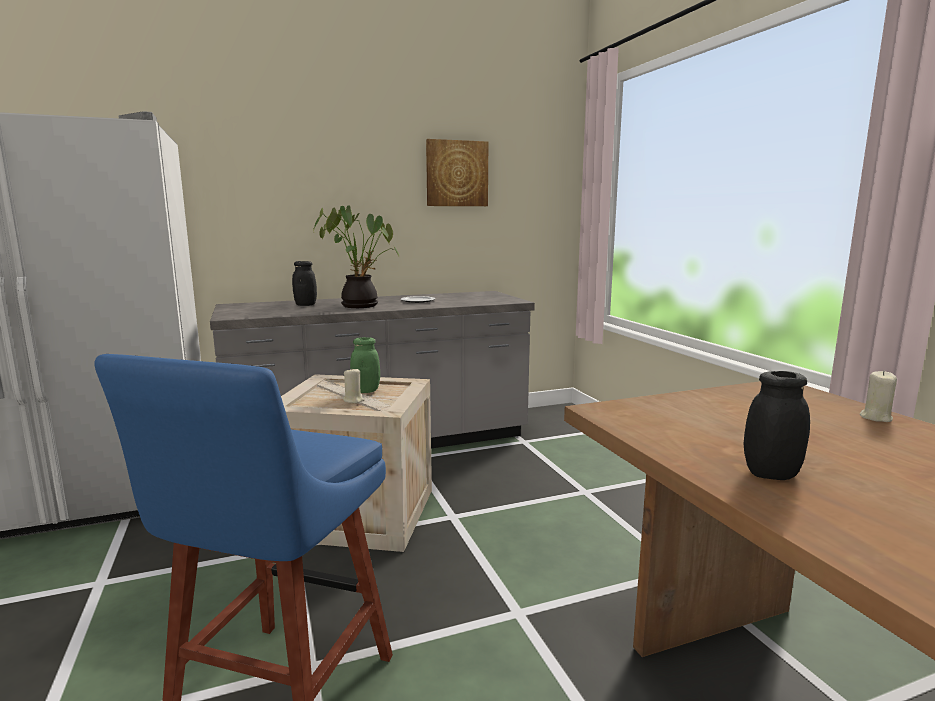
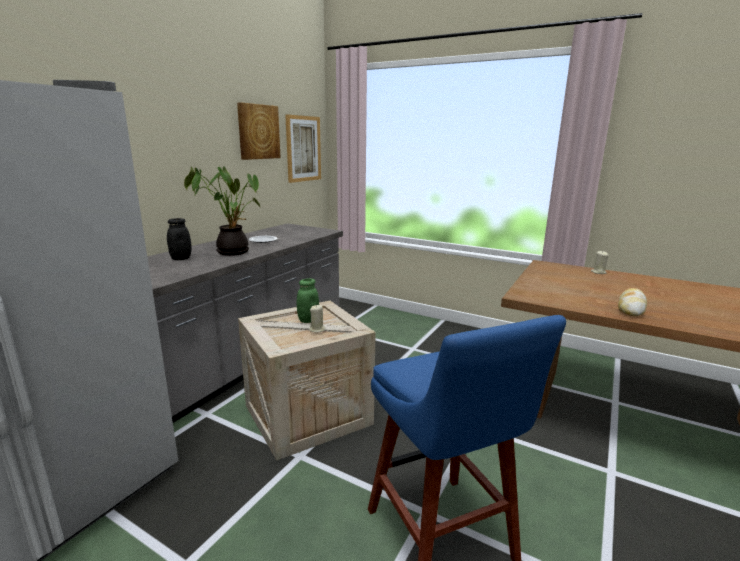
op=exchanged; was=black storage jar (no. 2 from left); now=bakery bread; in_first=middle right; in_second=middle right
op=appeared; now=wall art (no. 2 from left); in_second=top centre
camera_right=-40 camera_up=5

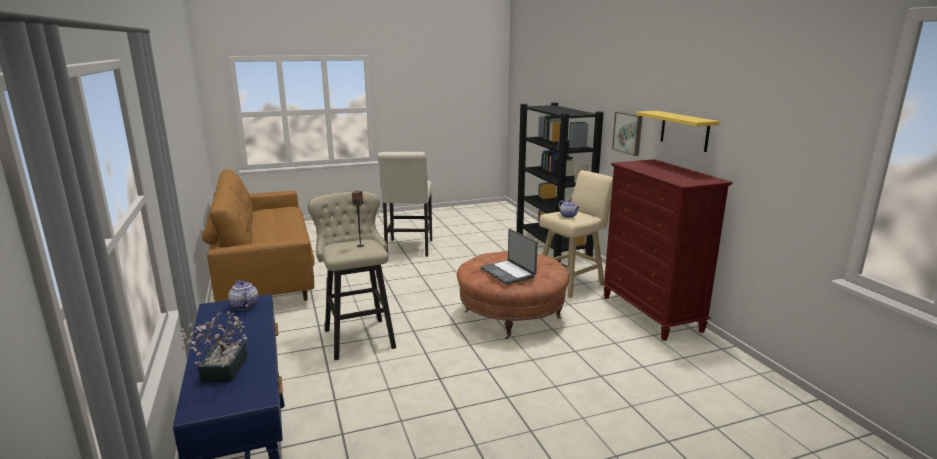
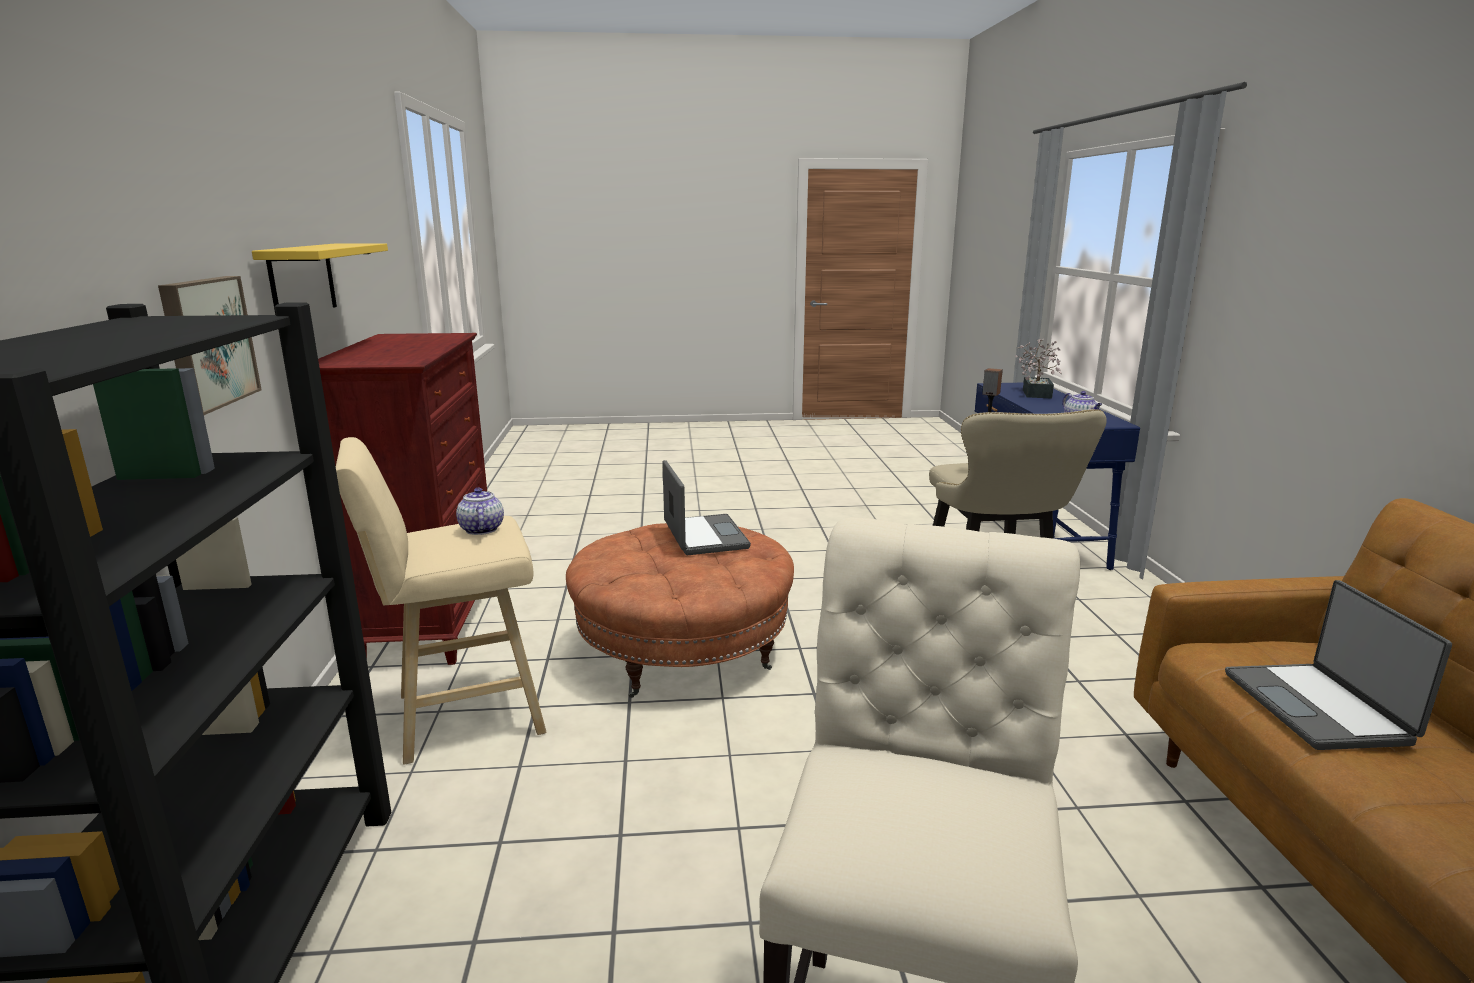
op=appeared; now=laptop (no. 2 from left); in_second=bottom right
camera_right=-165 camera_up=0

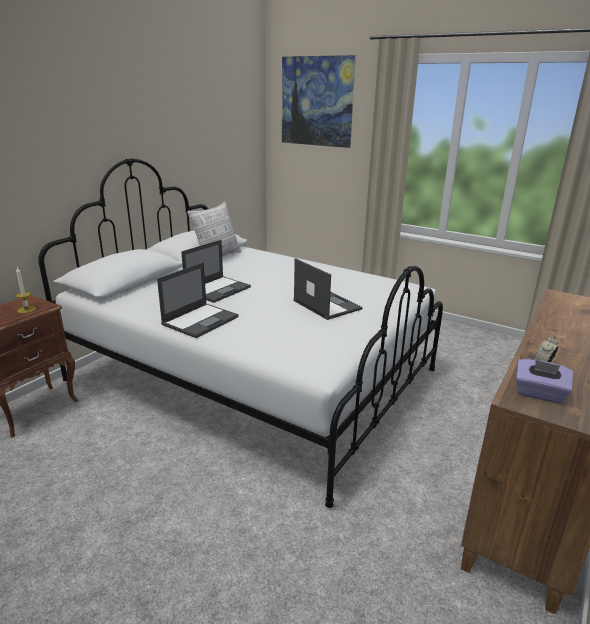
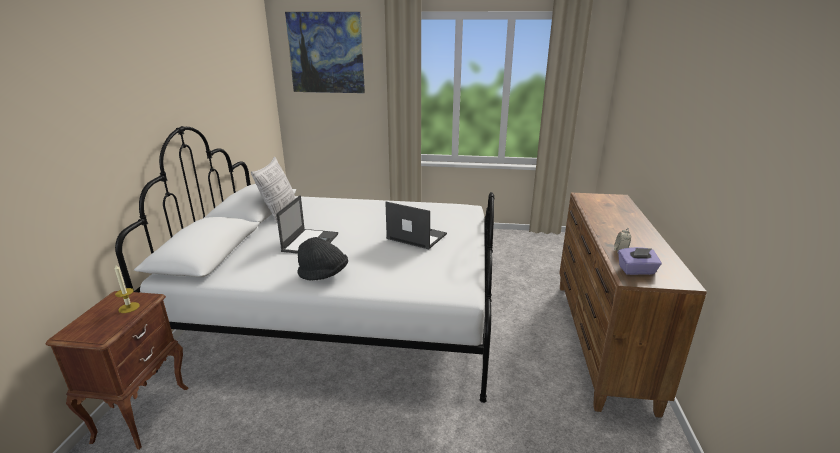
op=exchanged; was=laptop (no. 1 from left); now=black hat; in_first=centre; in_second=centre
camera_right=-25 camera_up=0

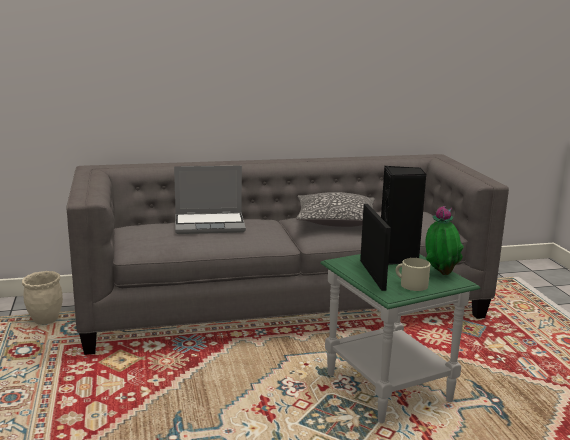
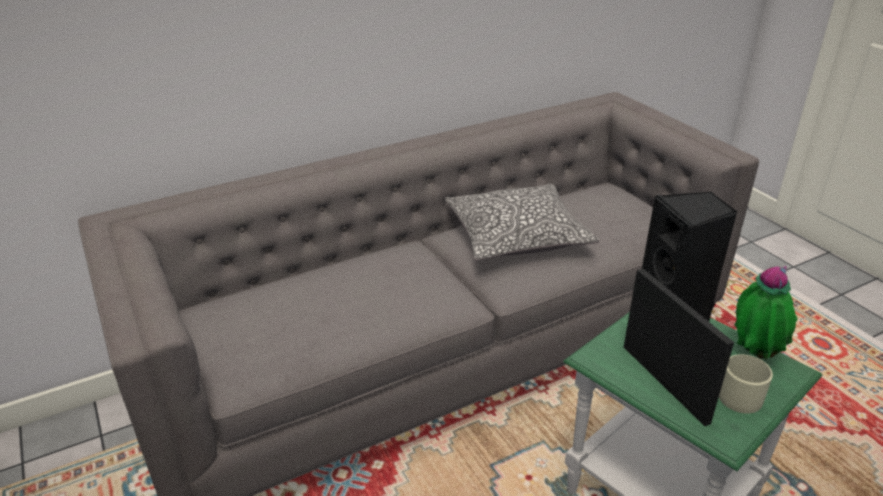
op=missing; was=sand-coloured flower pot; in_first=bottom left
op=missing; was=laptop; in_first=centre
camera_right=-15 camera_up=15

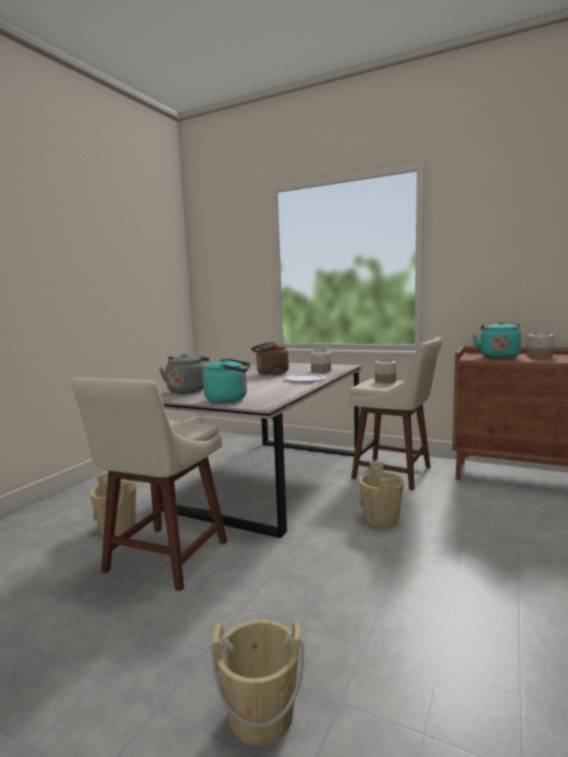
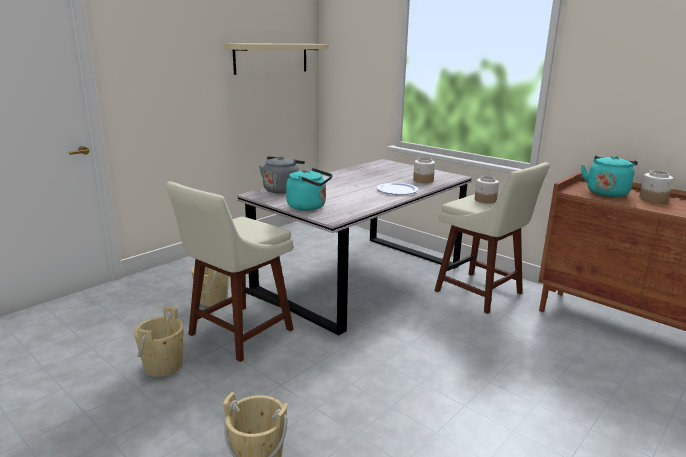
op=missing; was=brown-coloured kettle; in_first=centre
op=relocated; was=sand-coloured pail (no. 3 from left in the first image); now=sand-coloured pail (no. 1 from left); in_first=middle right; in_second=bottom left
op=appeared; now=sand-coloured shelf; in_second=top centre
camera_right=15 camera_up=10

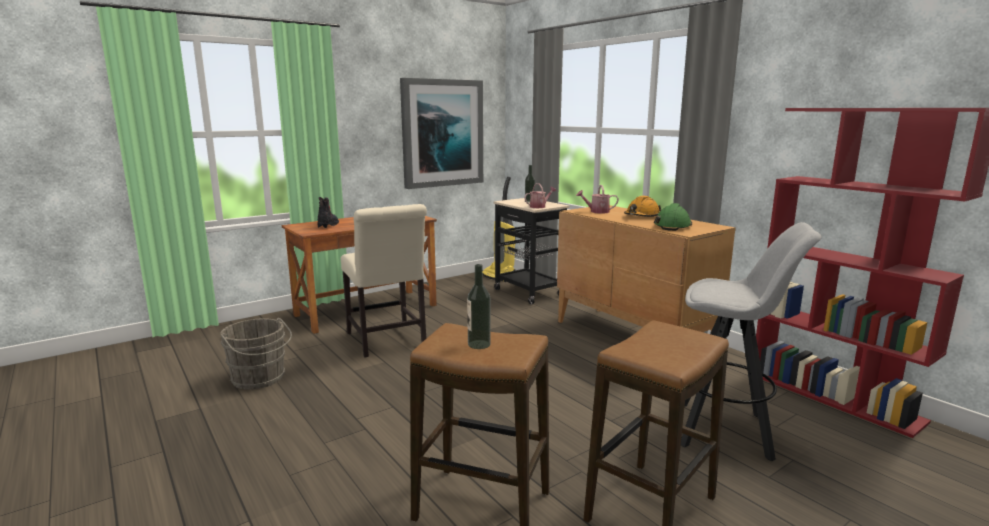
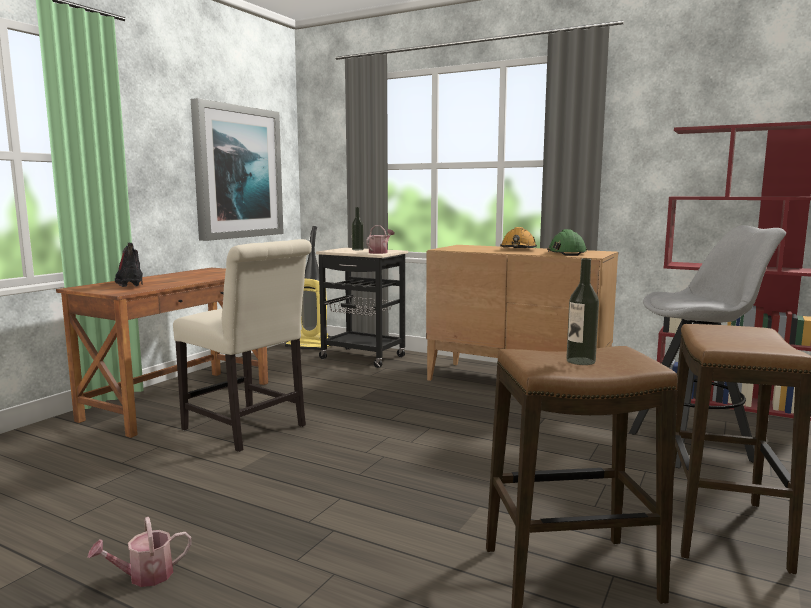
op=missing; was=grey pail; in_first=bottom left
op=relocated; was=watering pot (no. 2 from left in the first image); now=watering pot (no. 1 from left); in_first=centre; in_second=bottom left
camera_right=-25 camera_up=-5

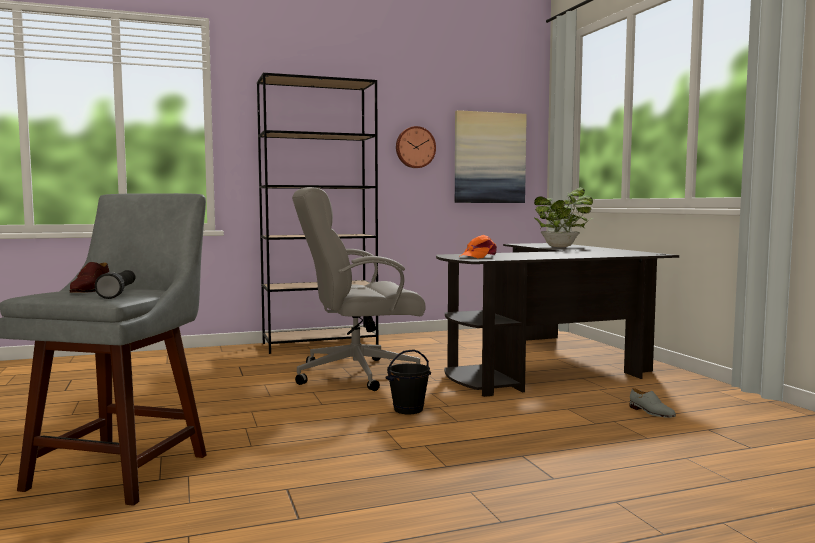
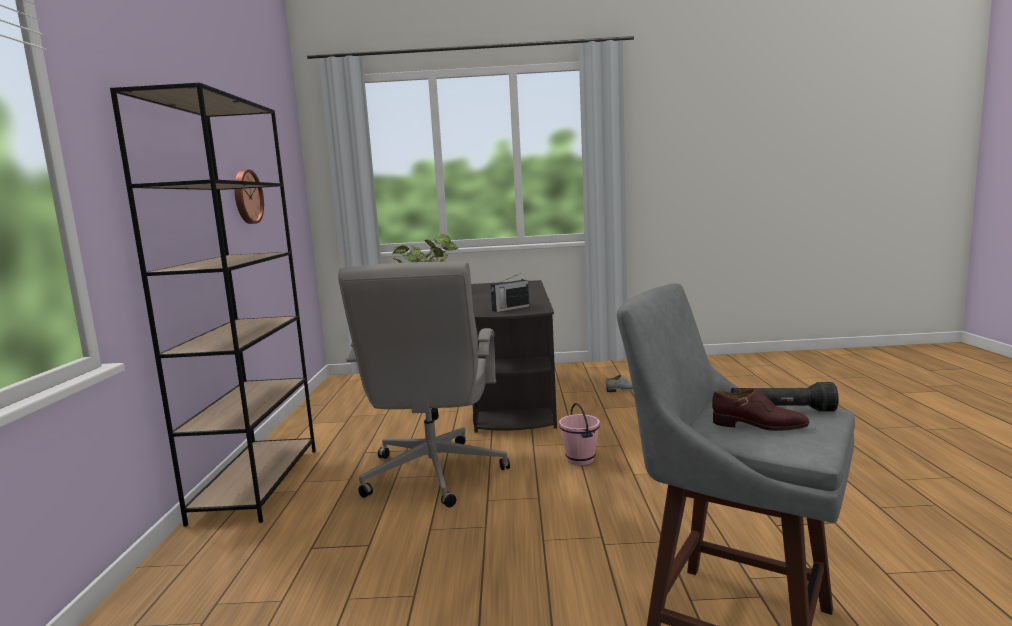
op=colour; was=black pail; now=pinkish pail; in_first=bottom centre; in_second=bottom centre
op=missing; was=wall art; in_first=top centre
op=exchanged; was=orange peaked cap; now=radio set; in_first=centre; in_second=centre
camera_right=-70 camera_up=5

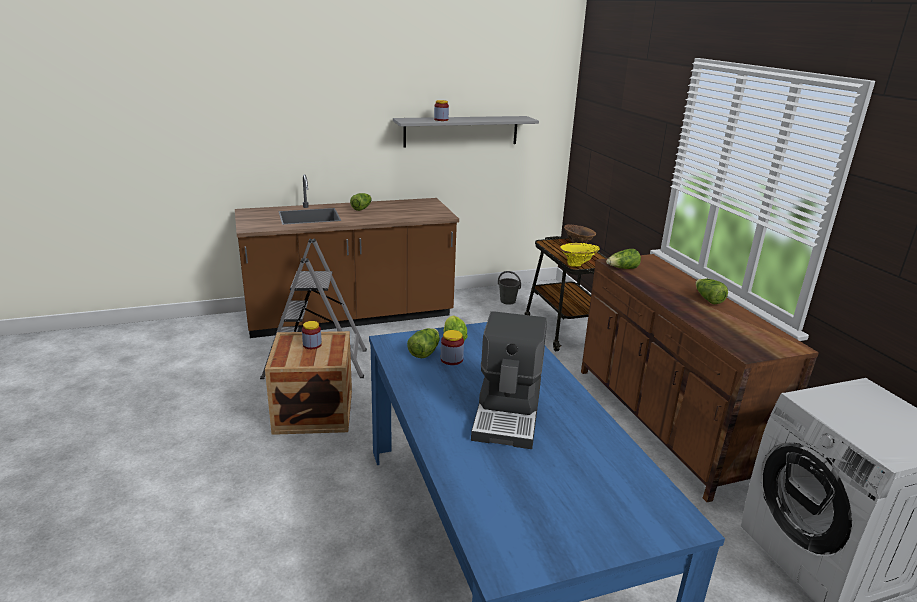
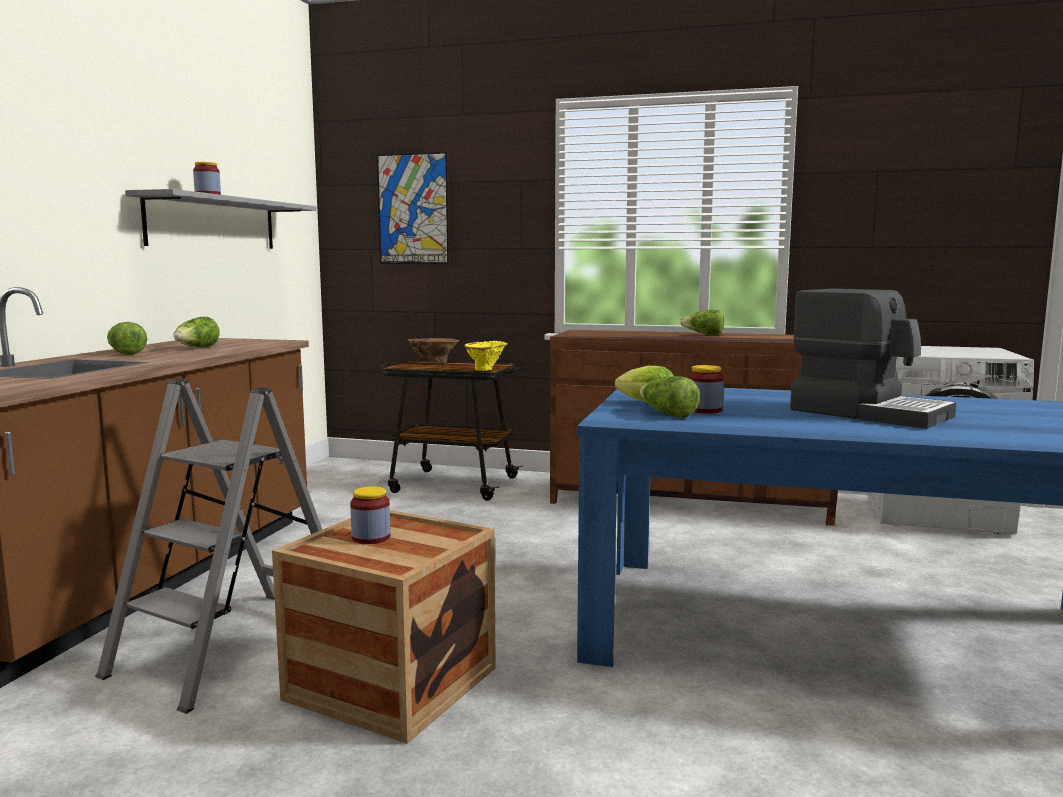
op=missing; was=grey pail; in_first=centre
op=relocated; was=lettuce head (no. 4 from left in the first image); now=lettuce head (no. 2 from left); in_first=middle right; in_second=middle left
op=appeared; now=wall art; in_second=top centre
camera_right=-55 camera_up=-15

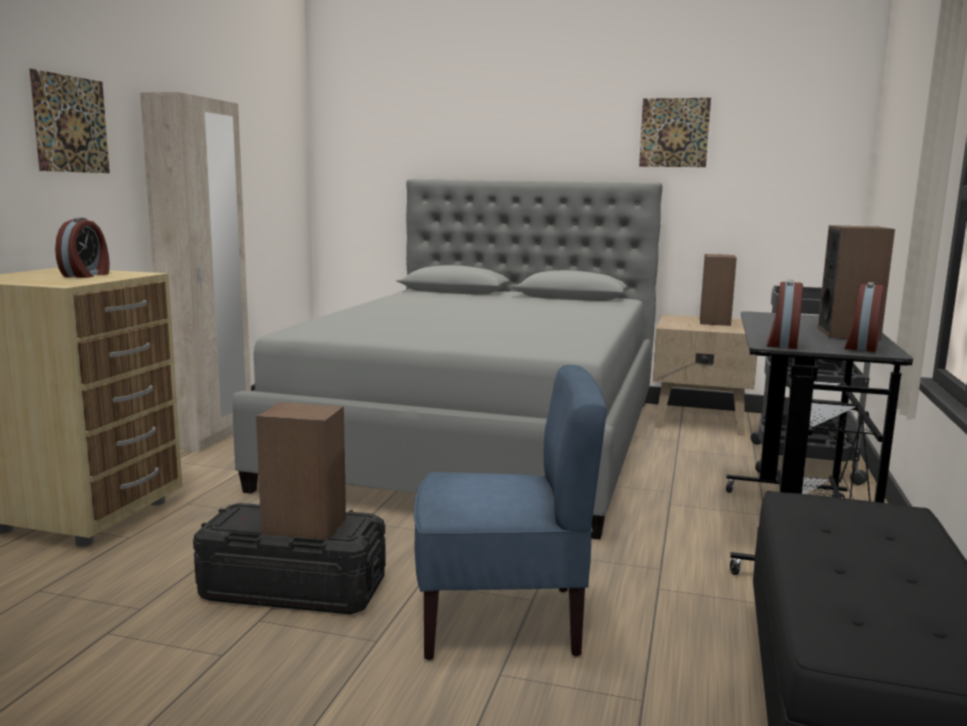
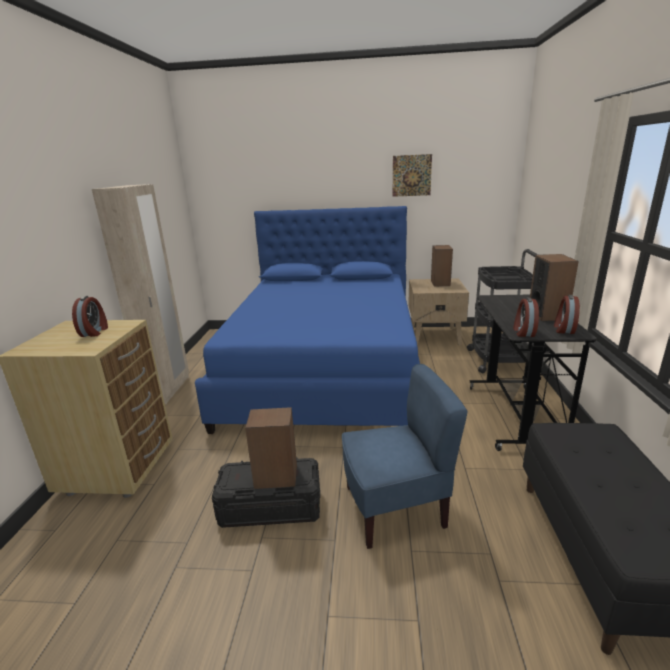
op=missing; was=wall art (no. 1 from left); in_first=top left
op=colour; was=grey bed; now=blue-coloured bed; in_first=centre; in_second=centre
camera_right=-10 camera_up=10

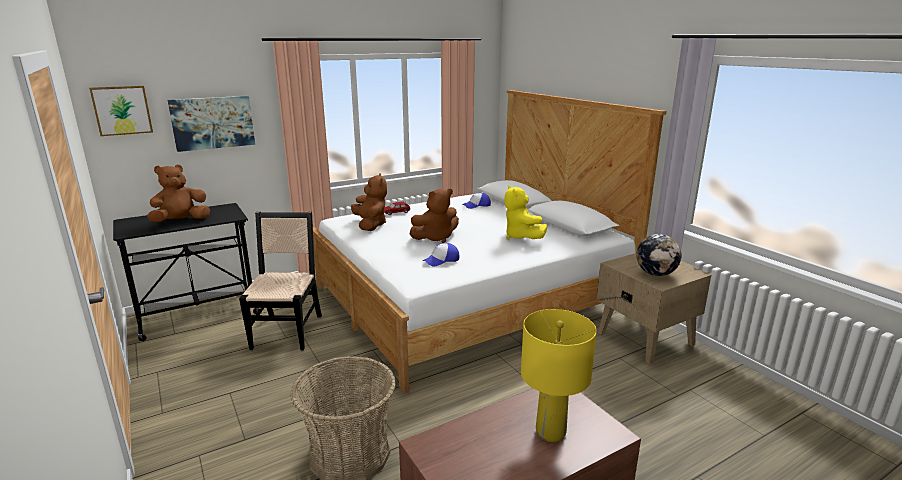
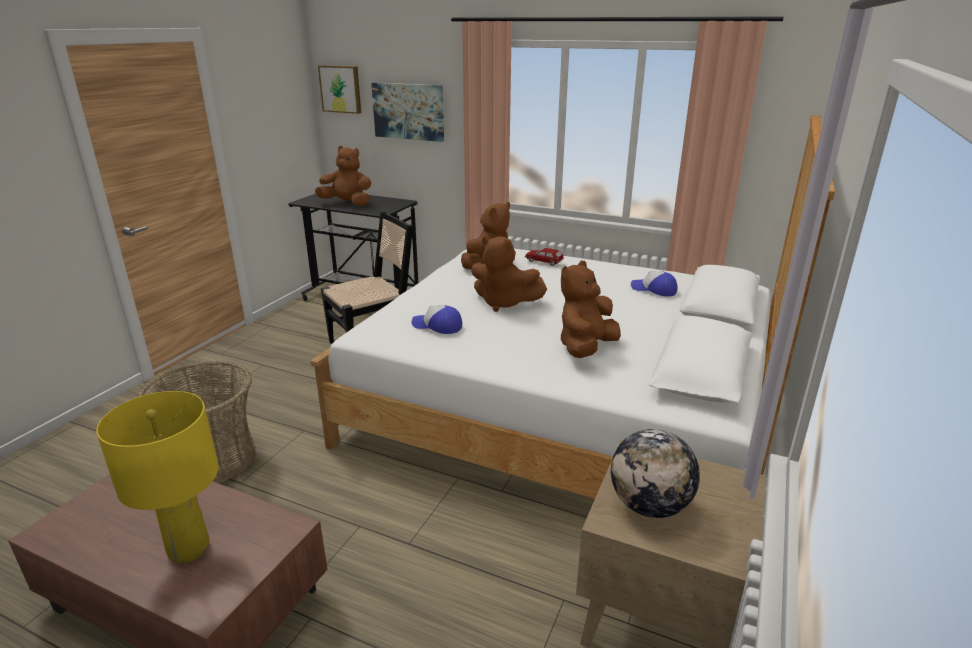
op=colour; was=yellow-coloured cuddly toy; now=brown-coloured cuddly toy (no. 4 from left); in_first=centre; in_second=centre
camera_right=55 camera_up=5

